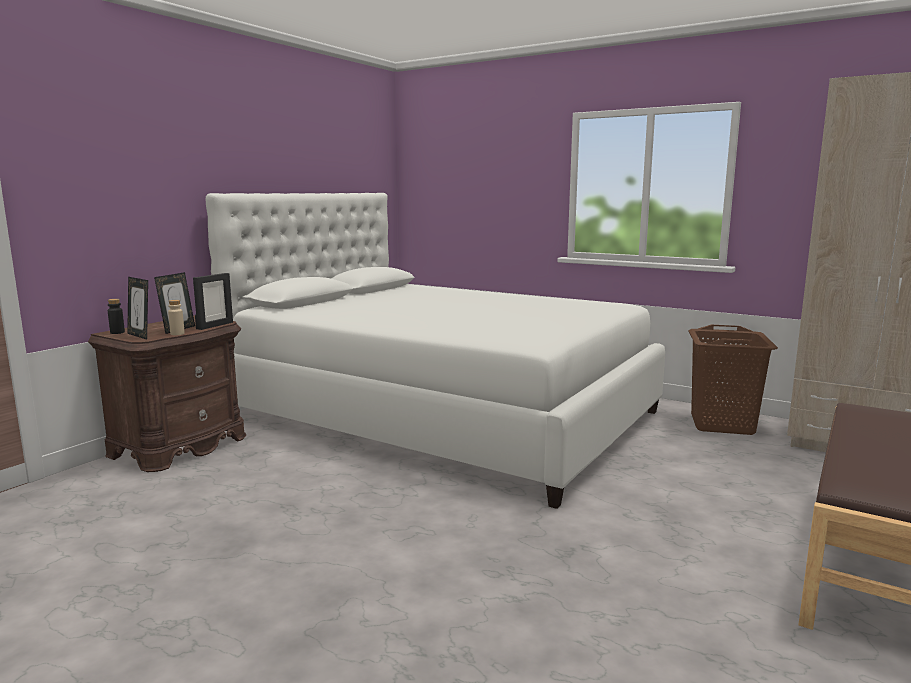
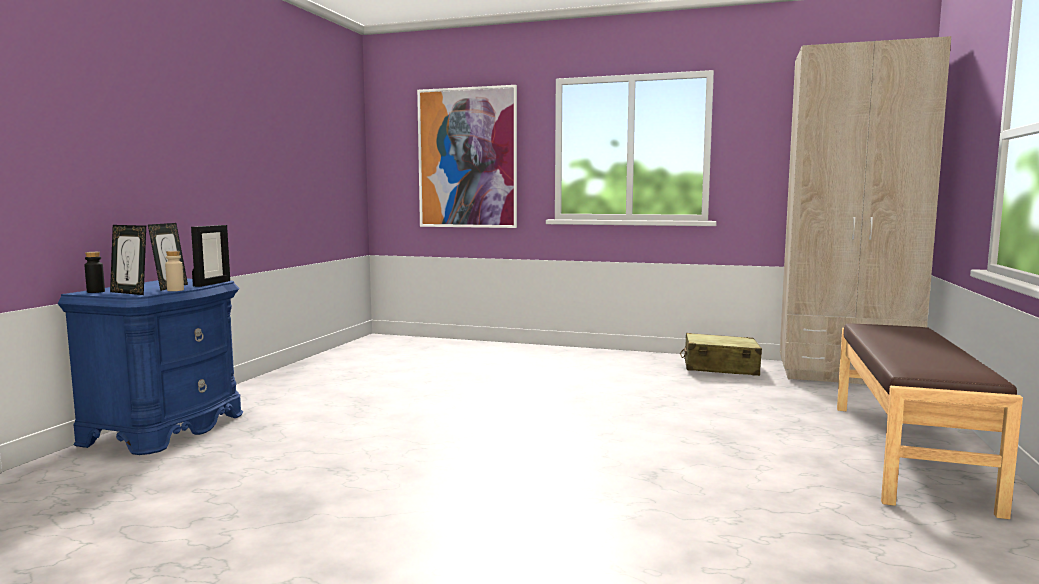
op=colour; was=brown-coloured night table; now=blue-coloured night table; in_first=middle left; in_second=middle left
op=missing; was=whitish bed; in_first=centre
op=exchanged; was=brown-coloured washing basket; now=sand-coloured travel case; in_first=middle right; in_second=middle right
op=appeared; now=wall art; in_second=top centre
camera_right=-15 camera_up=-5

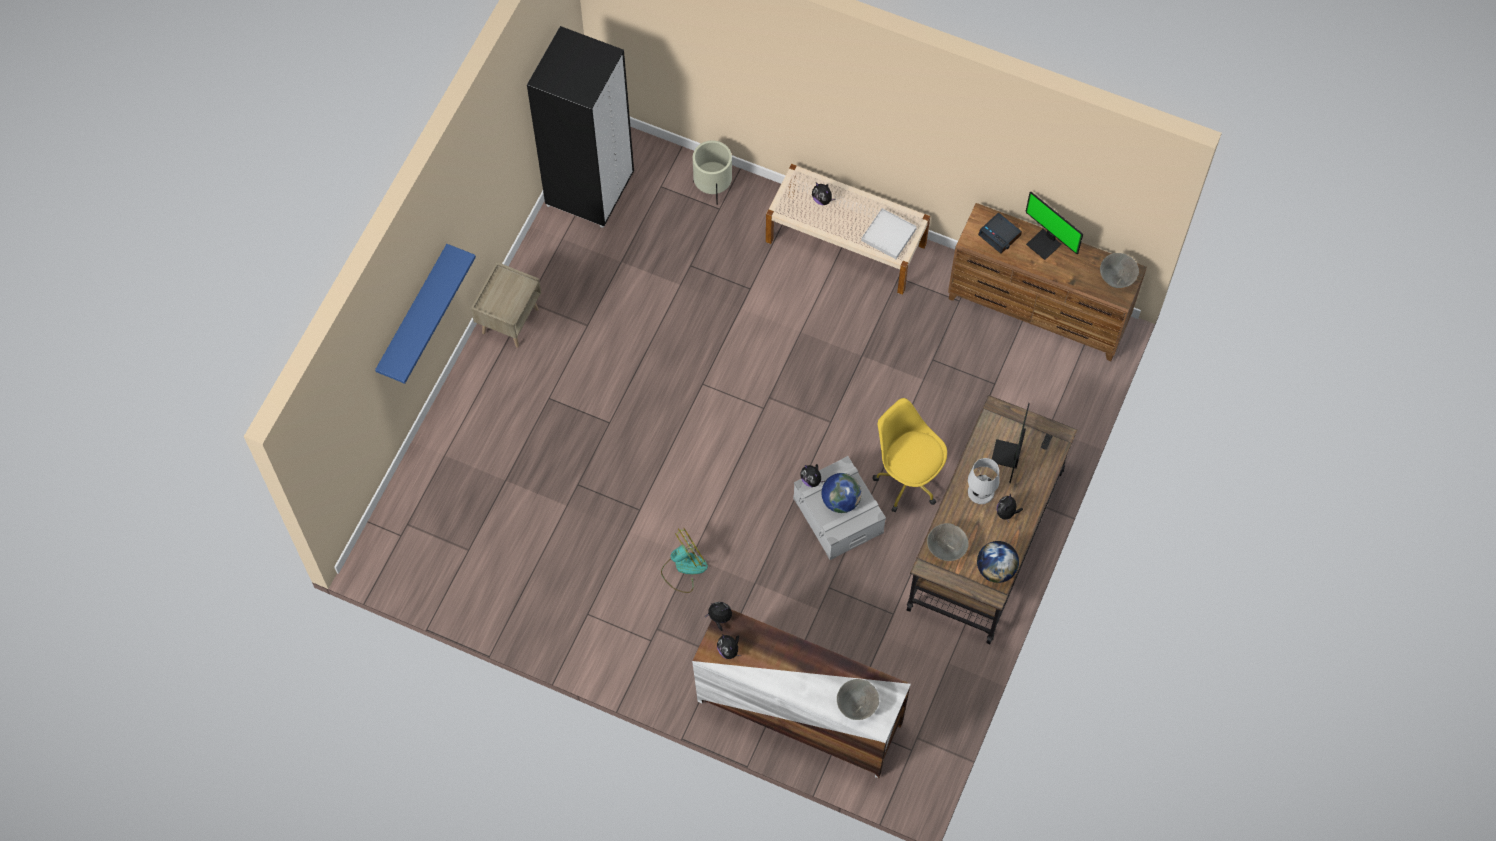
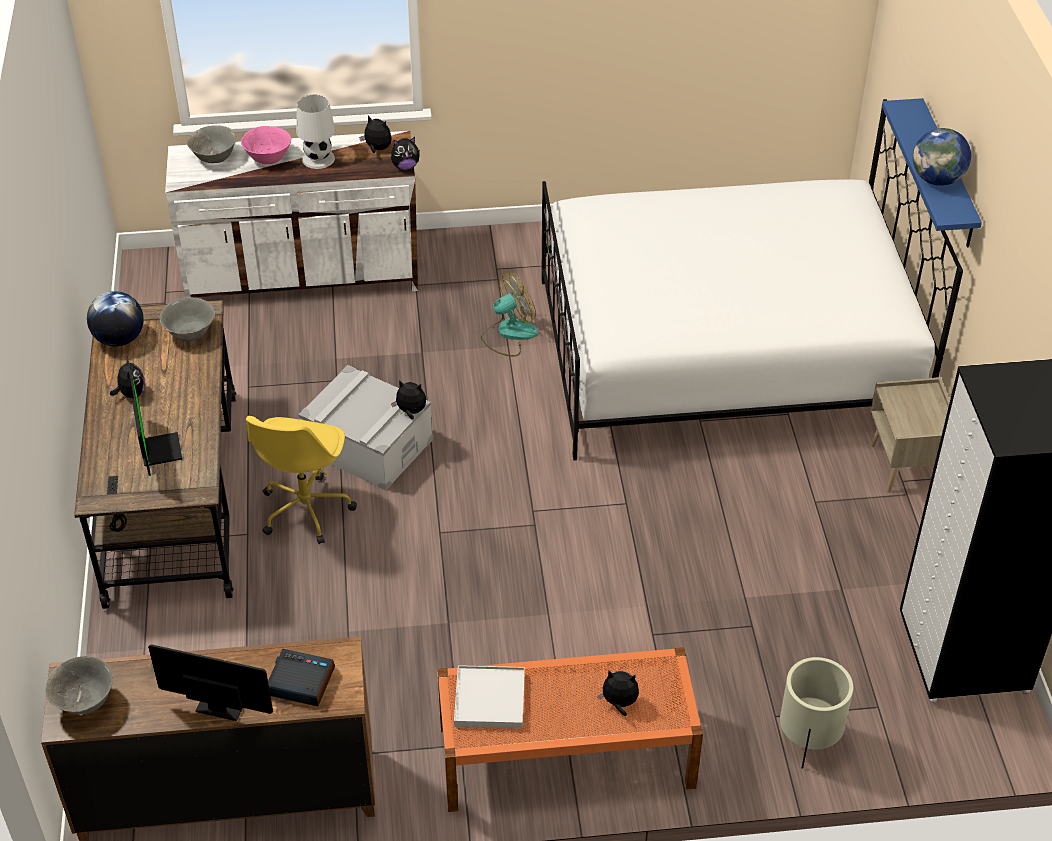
op=spun; was=electric fan; in_first=centre; in_second=centre; clockwise=-150
op=colour; was=sand-coloured indoor bench; now=orange indoor bench; in_first=top centre; in_second=bottom centre
op=relocated; was=globe (no. 1 from left in the first image); now=globe (no. 2 from left); in_first=centre; in_second=top right
op=spun; was=yellow-coloured desk chair; in_first=centre; in_second=middle left; clockwise=90
op=relocated; was=whitish tabletop lamp; in_first=centre; in_second=top left
op=appeared; now=pinkish serving bowl; in_second=top left
op=appeared; now=whitish bed; in_second=top right
camera_right=150 camera_up=-20

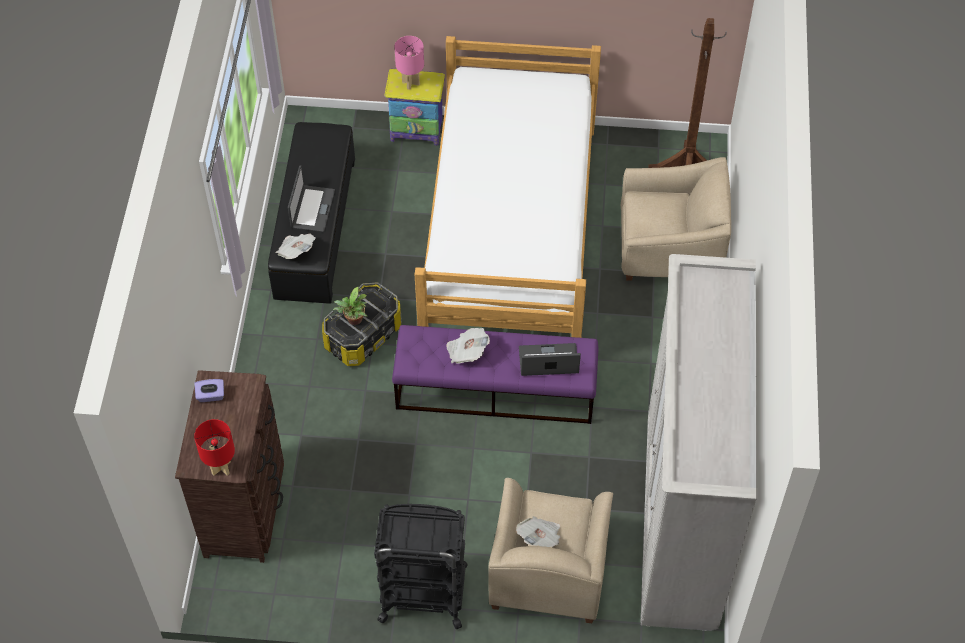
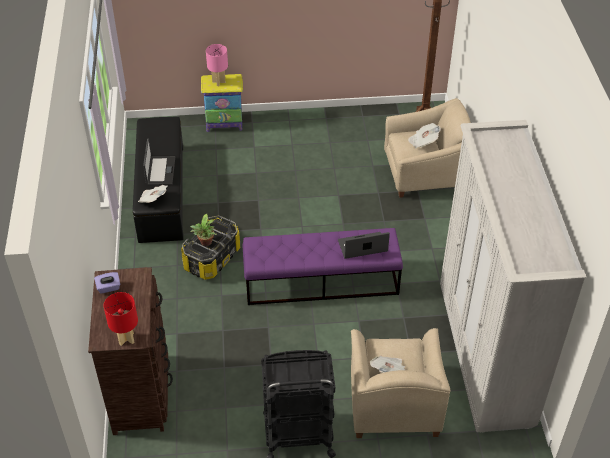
op=missing; was=bed; in_first=top centre
op=relocated; was=newspaper (no. 2 from left in the first image); now=newspaper (no. 3 from left); in_first=centre; in_second=top right
camera_right=-10 camera_up=-10

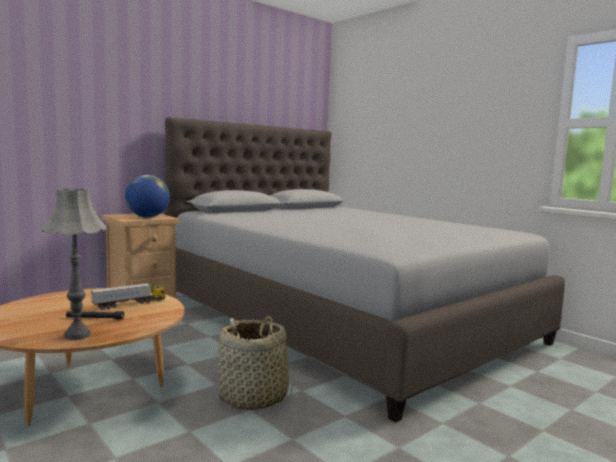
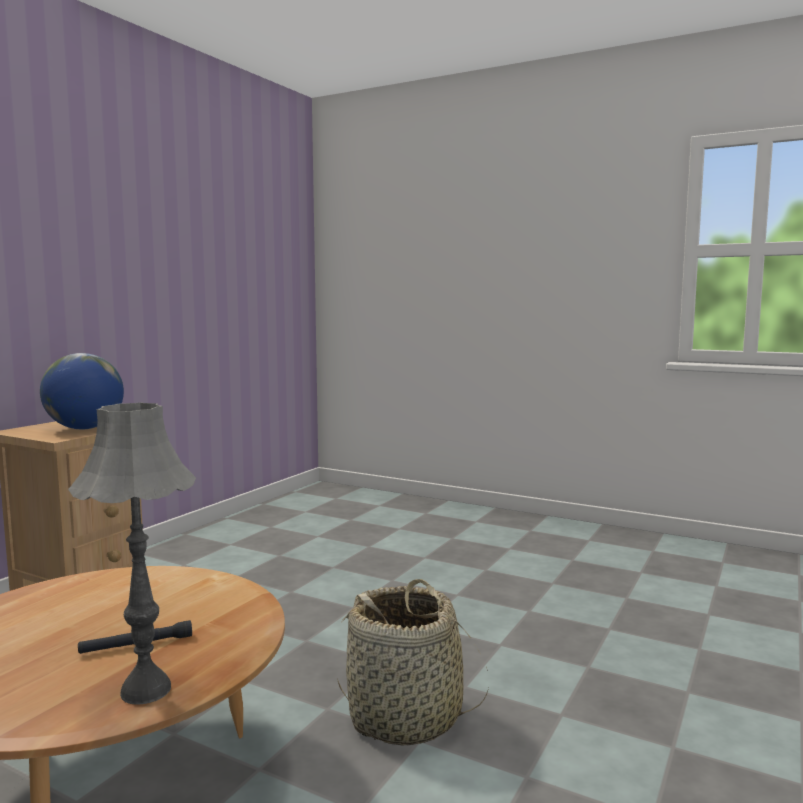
op=missing; was=toy truck; in_first=middle left
op=missing; was=grey bed; in_first=centre
camera_right=-20 camera_up=0

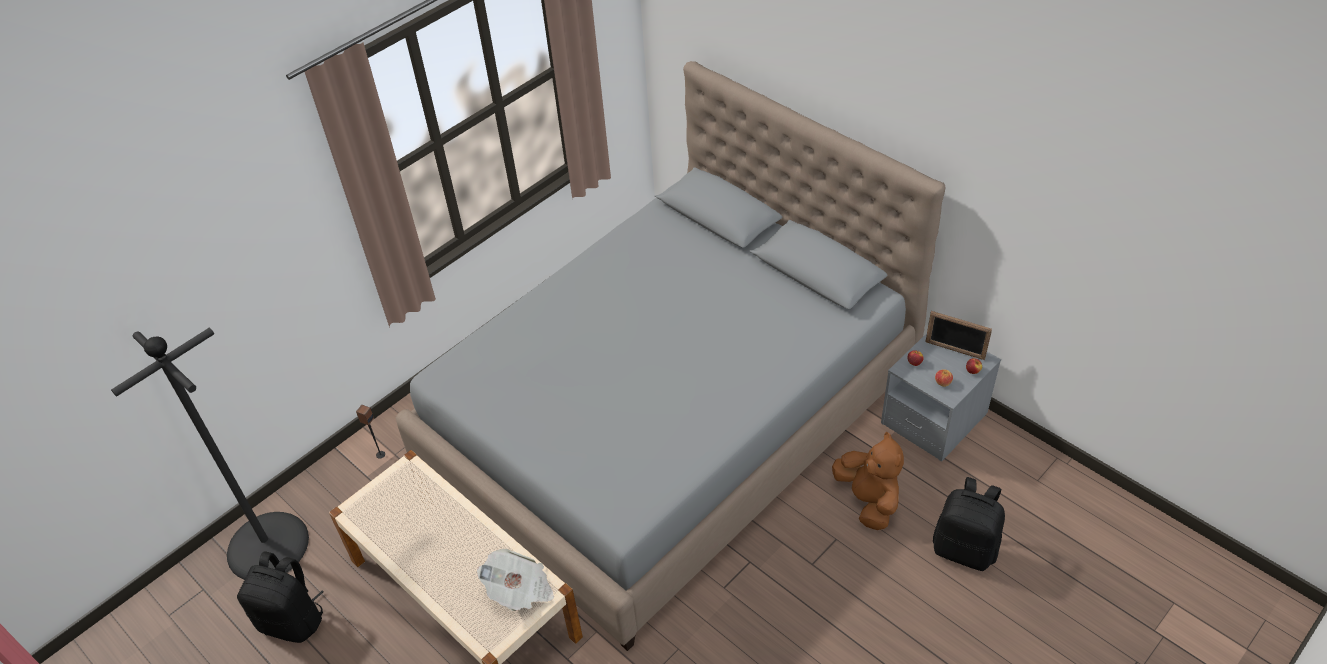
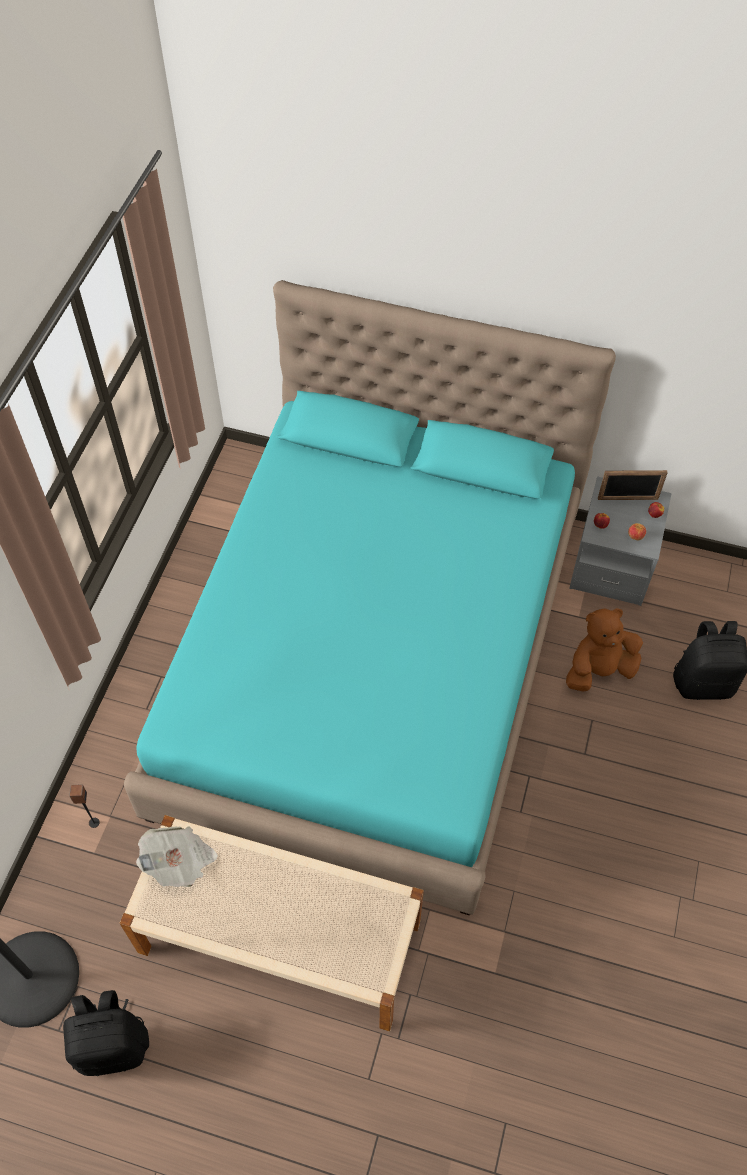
op=colour; was=grey bed; now=turquoise bed; in_first=centre; in_second=centre
op=relocated; was=newspaper; in_first=bottom centre; in_second=bottom left
op=spun; was=brown-coloured cuddly toy; in_first=bottom centre; in_second=middle right; clockwise=-60
camera_right=-30 camera_up=10

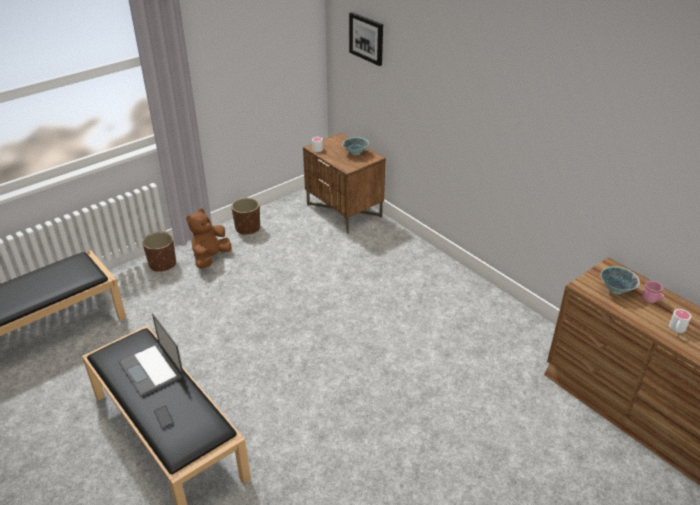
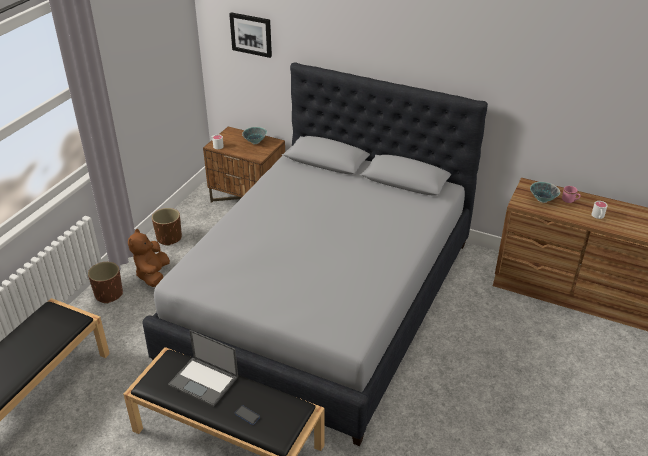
op=appeared; now=grey bed; in_second=centre
camera_right=-25 camera_up=0

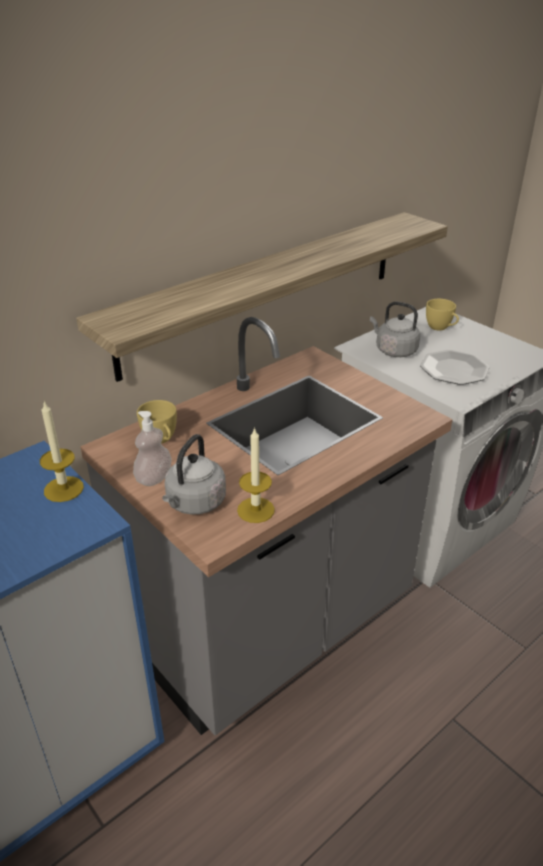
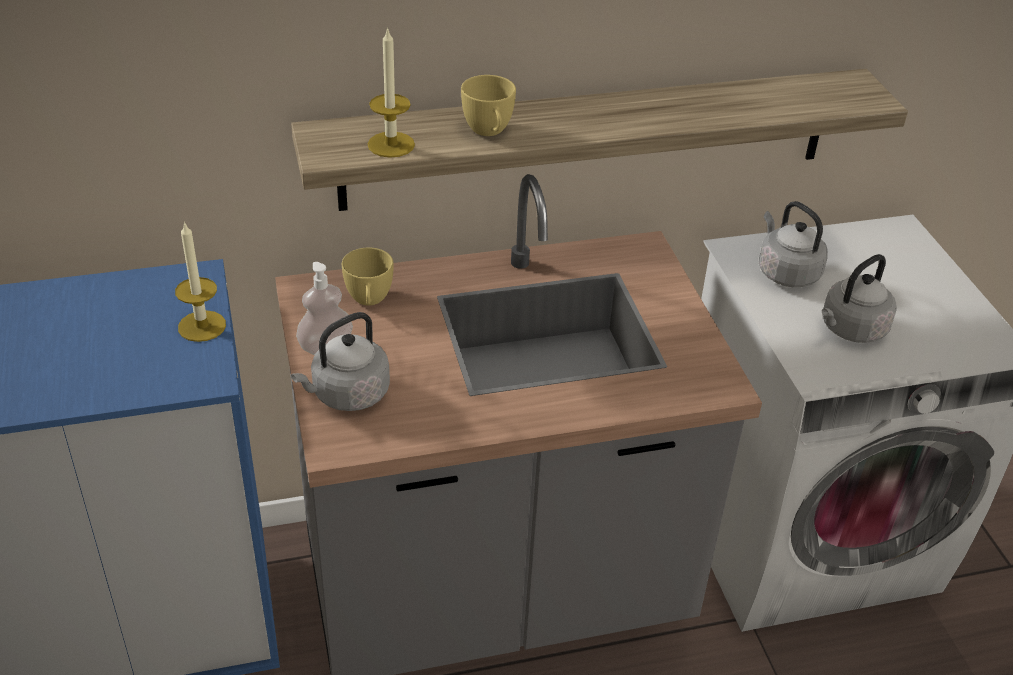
op=relocated; was=wax light (no. 2 from left); in_first=centre; in_second=top centre
op=exchanged; was=flat dish; now=grey kettle (no. 3 from left); in_first=middle right; in_second=middle right
op=relocated; was=yellow-coloured cup (no. 2 from left); in_first=middle right; in_second=top centre
camera_right=25 camera_up=5

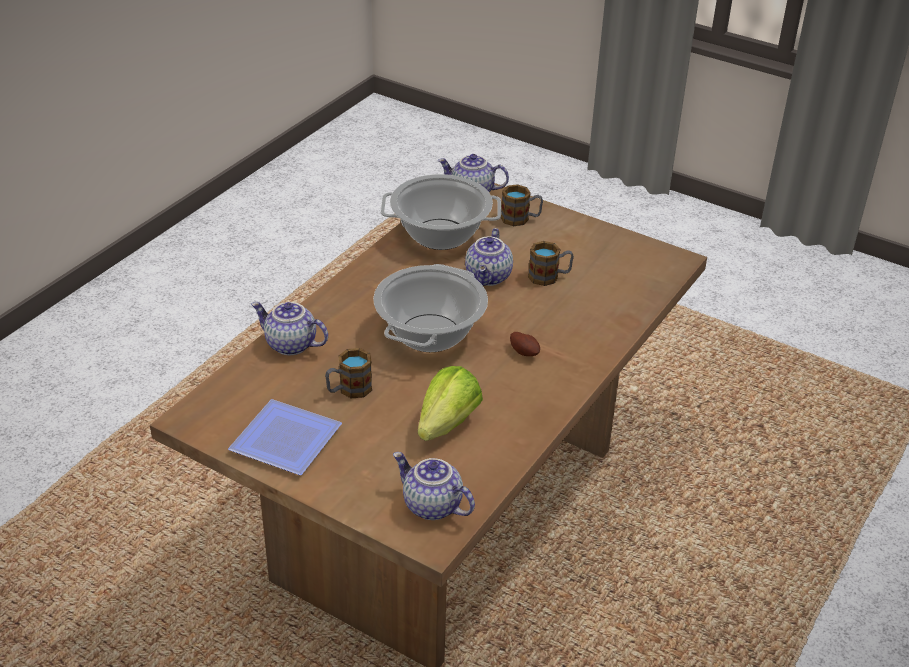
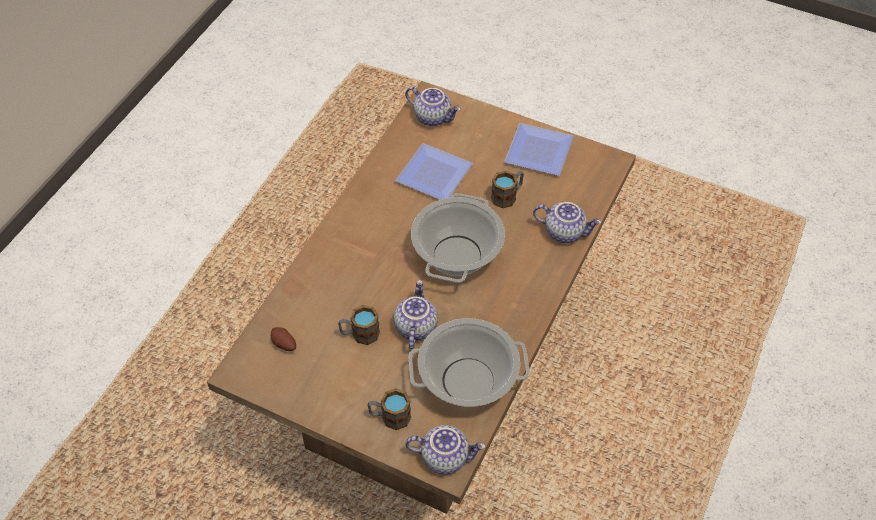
op=exchanged; was=lettuce head; now=flat dish (no. 1 from left); in_first=centre; in_second=top centre
op=relocated; was=spud; in_first=centre; in_second=middle left
camera_right=175 camera_up=15

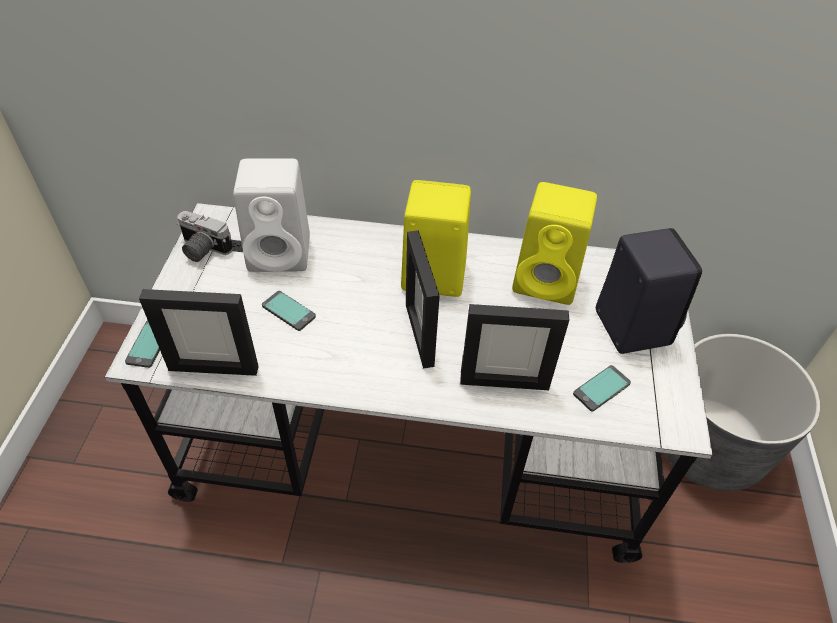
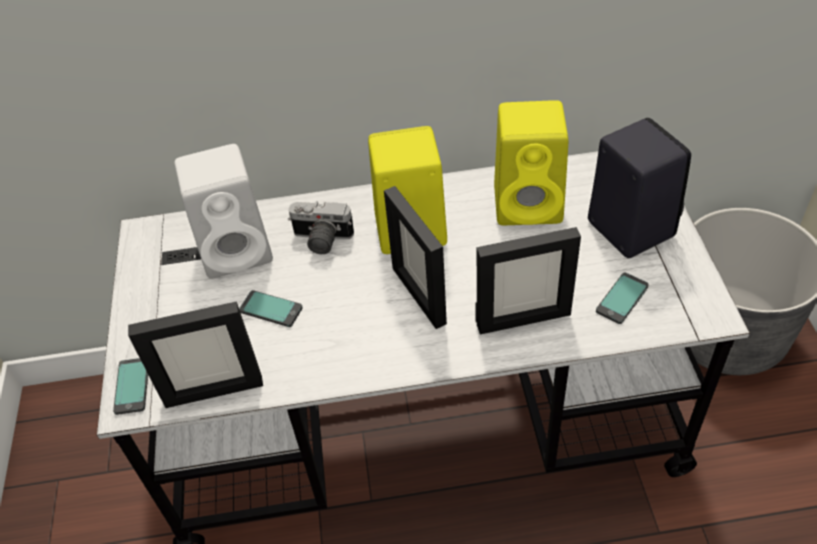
op=relocated; was=still camera; in_first=middle left; in_second=centre
camera_right=-10 camera_up=0

